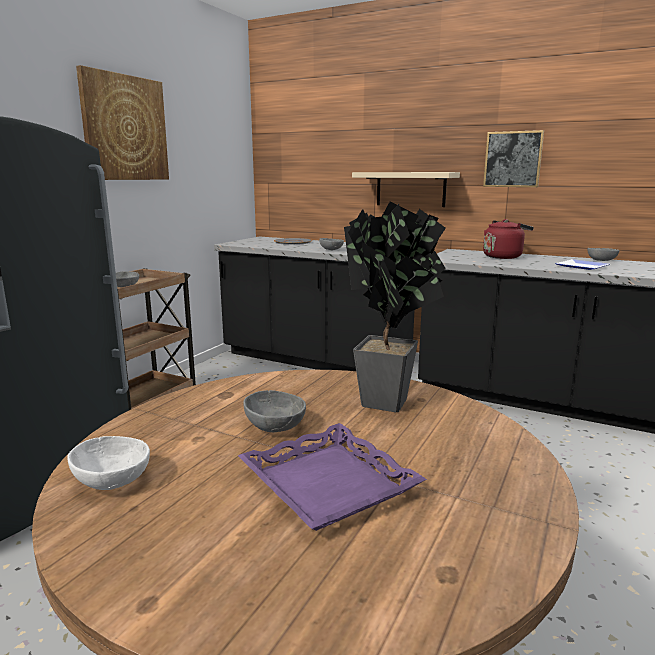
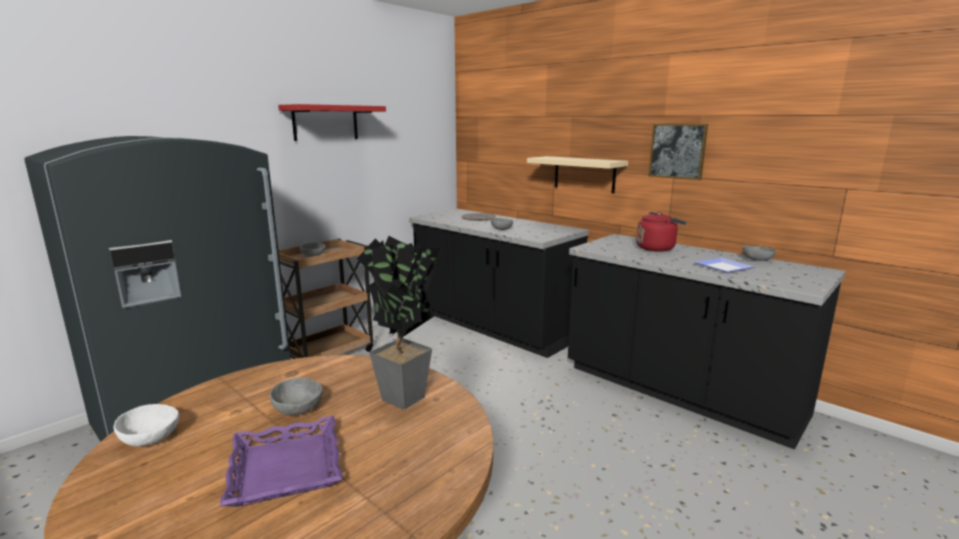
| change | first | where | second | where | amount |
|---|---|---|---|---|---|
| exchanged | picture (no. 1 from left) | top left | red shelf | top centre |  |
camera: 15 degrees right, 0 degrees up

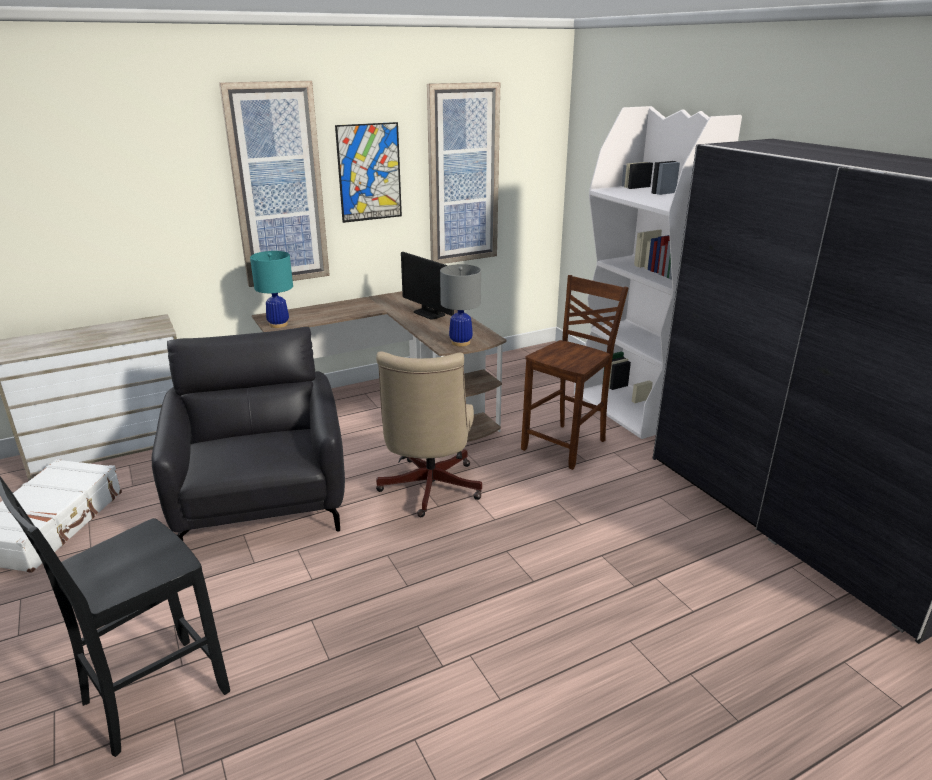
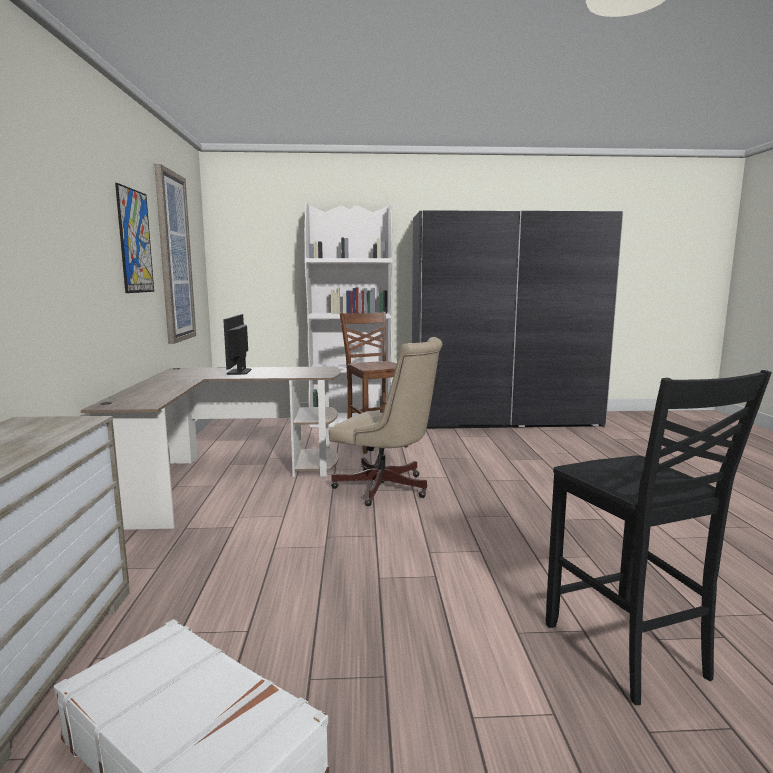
| change | first | where | second | where | amount |
|---|---|---|---|---|---|
| missing | black armchair | middle left |  |  |  |
| missing | picture (no. 1 from left) | top left |  |  |  |
| missing | turquoise table lamp | middle left |  |  |  |
| missing | grey table lamp | centre |  |  |  |
| spun | monitor | centre |  | middle left | 105 degrees clockwise |
camera: 65 degrees left, 15 degrees down

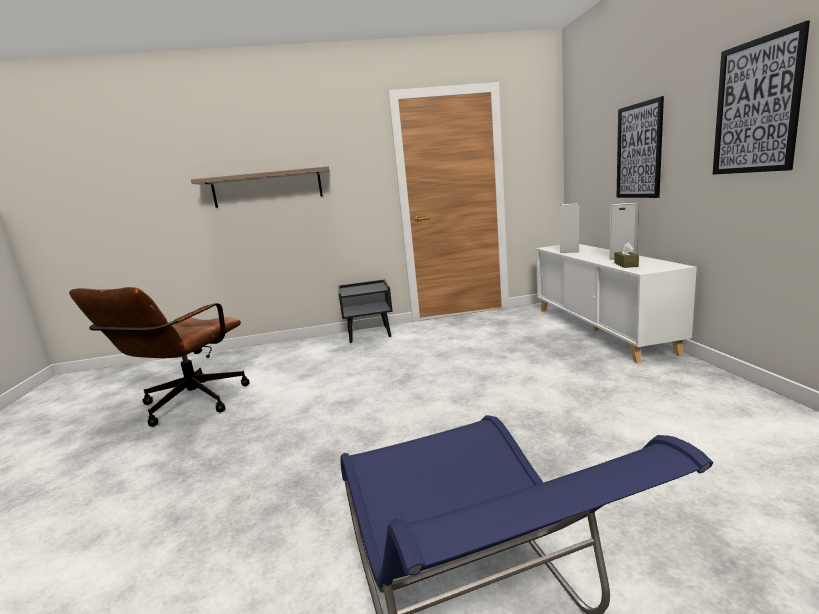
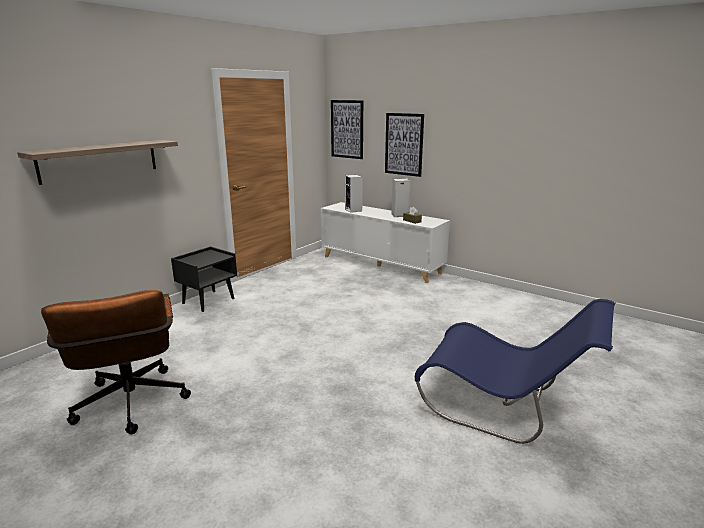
| change | first | where | second | where | amount |
|---|---|---|---|---|---|
| relocated | picture (no. 2 from left in the first image) | top right | picture (no. 1 from left) | top centre |  |
camera: 45 degrees left, 5 degrees up

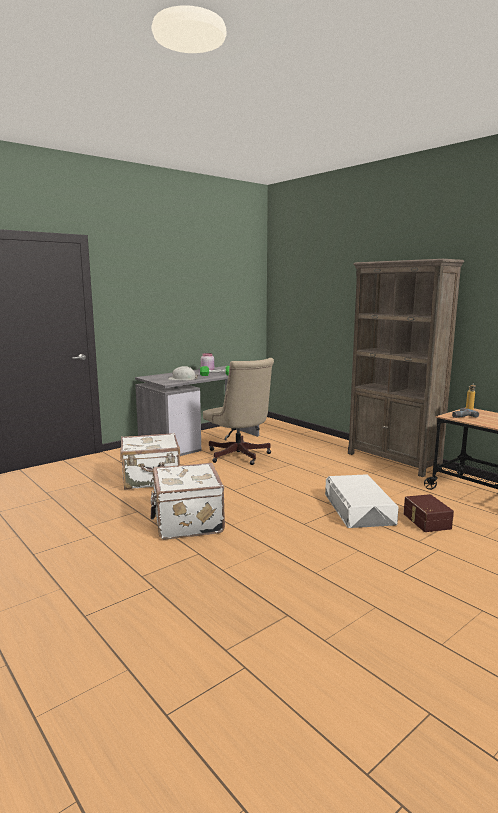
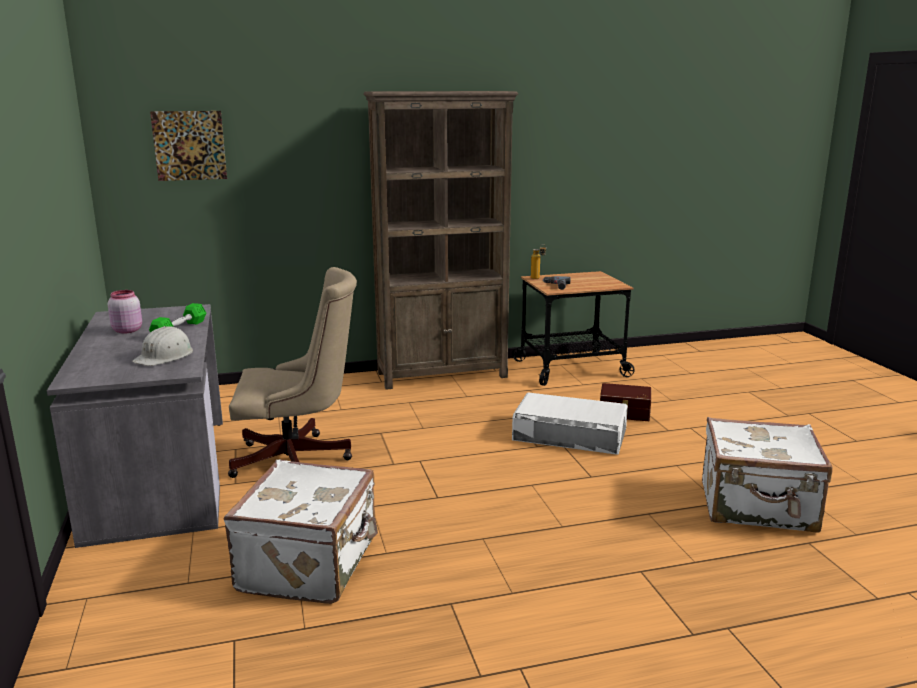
| change | first | where | second | where | amount |
|---|---|---|---|---|---|
| appeared |  |  | picture | top left |  |
| relocated | white suitcase (no. 2 from left) | centre |  | bottom right |  |
camera: 65 degrees left, 5 degrees up

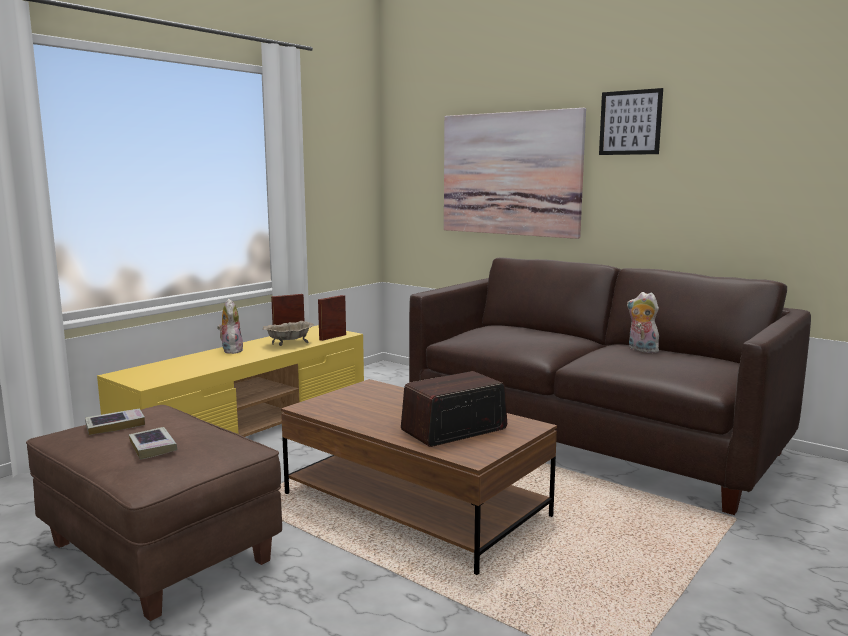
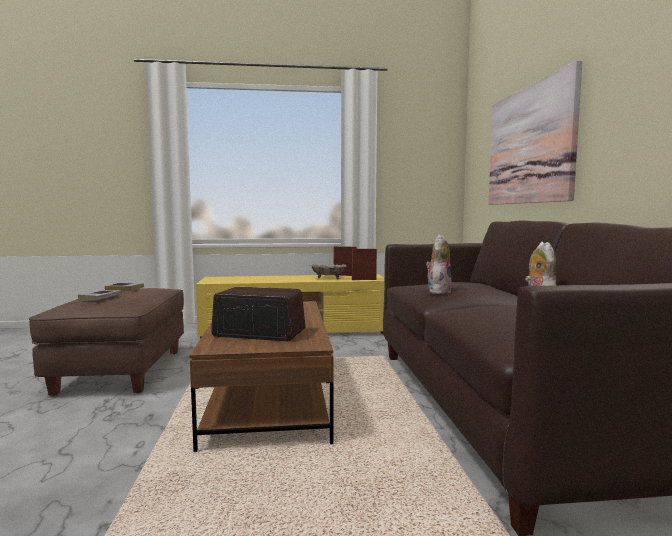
| change | first | where | second | where | amount |
|---|---|---|---|---|---|
| missing | picture (no. 2 from left) | top right |  |  |  |
| relocated | plush toy (no. 1 from left) | middle left |  | centre |  |
camera: 45 degrees right, 5 degrees down

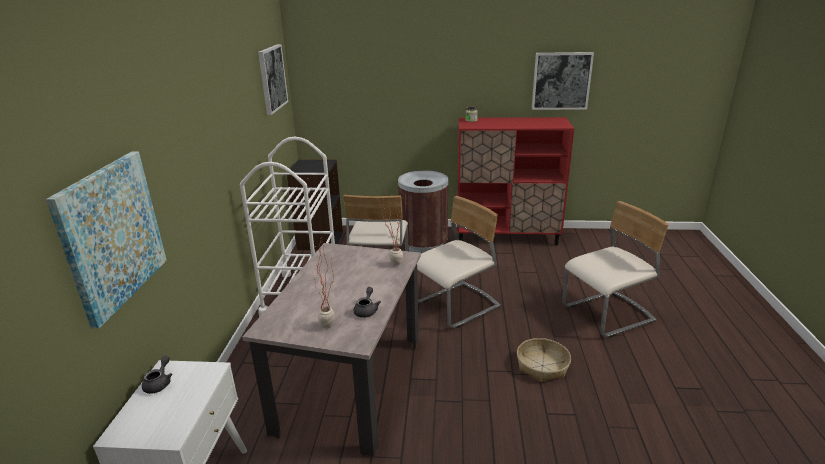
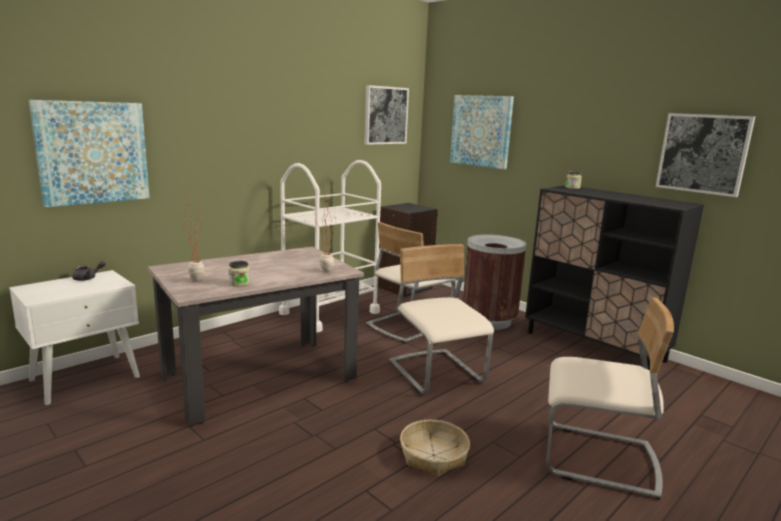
| change | first | where | second | where | amount |
|---|---|---|---|---|---|
| appeared |  |  | picture (no. 3 from left) | top centre |  |
| exchanged | grey teapot (no. 2 from left) | centre | jar (no. 1 from left) | middle left |  |
| colour | red cabinet | centre | black cabinet | middle right |  |
| spun | beige chair (no. 2 from left) | centre |  | centre | 120 degrees counterclockwise |
camera: 40 degrees right, 10 degrees down

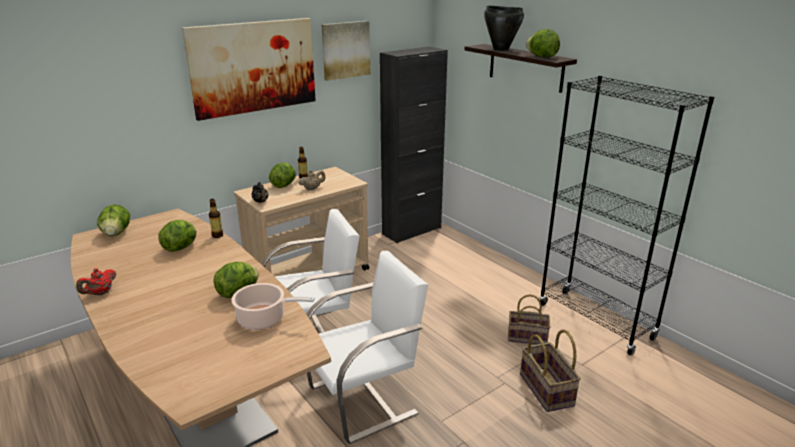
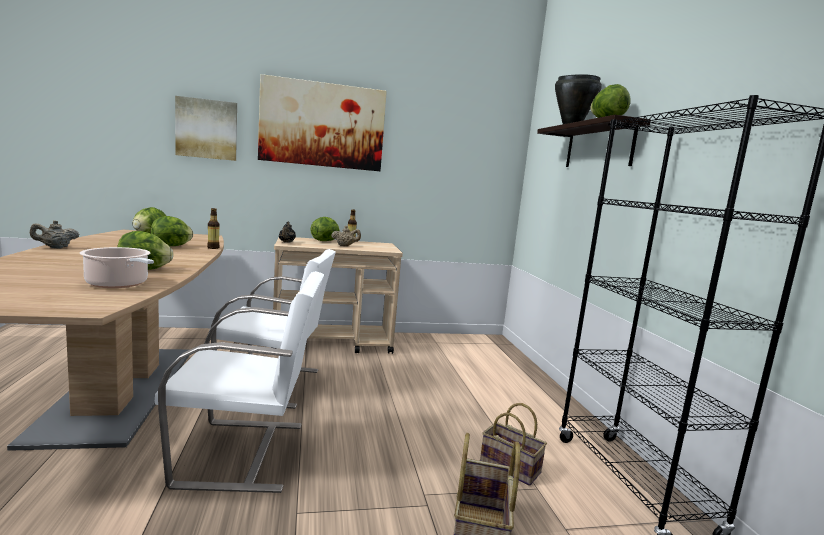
| change | first | where | second | where | amount |
|---|---|---|---|---|---|
| missing | black cabinet | top centre |  |  |  |
| relocated | picture (no. 2 from left in the first image) | top centre | picture (no. 1 from left) | top left |  |
| colour | red teapot | middle left | beige teapot (no. 1 from left) | middle left |  |
camera: 25 degrees right, 15 degrees down

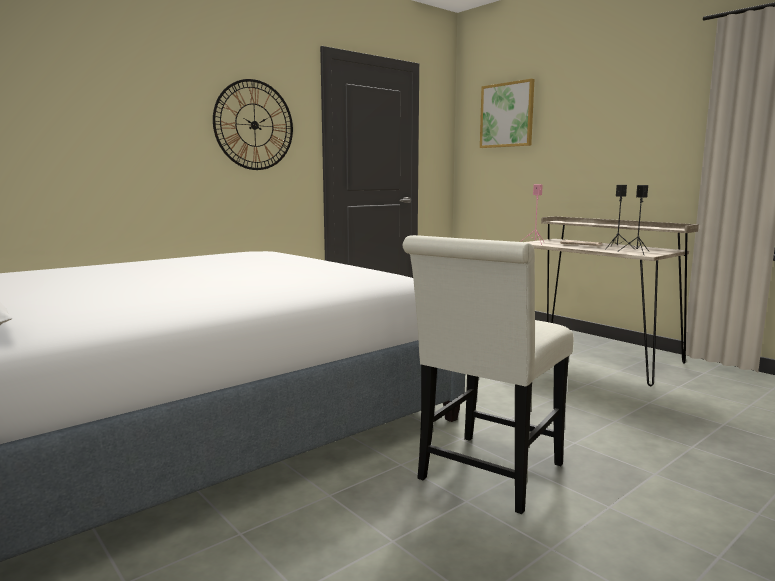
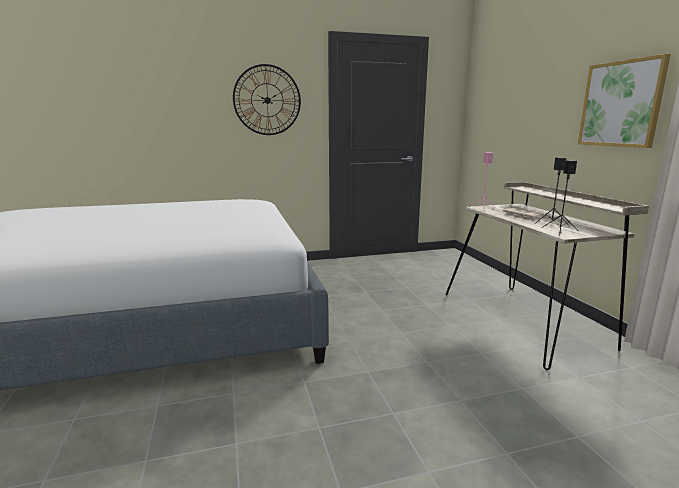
| change | first | where | second | where | amount |
|---|---|---|---|---|---|
| missing | white chair | centre |  |  |  |
| relocated | picture | top centre |  | top right |  |
camera: 25 degrees right, 5 degrees up

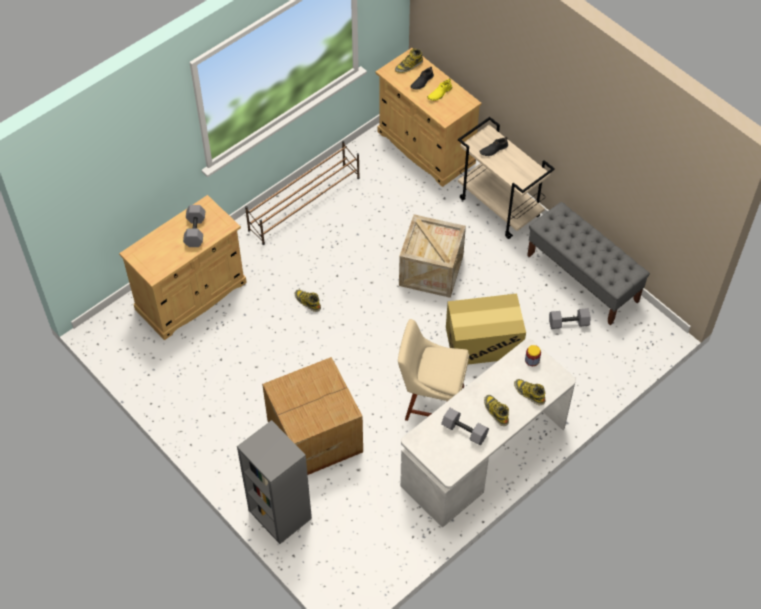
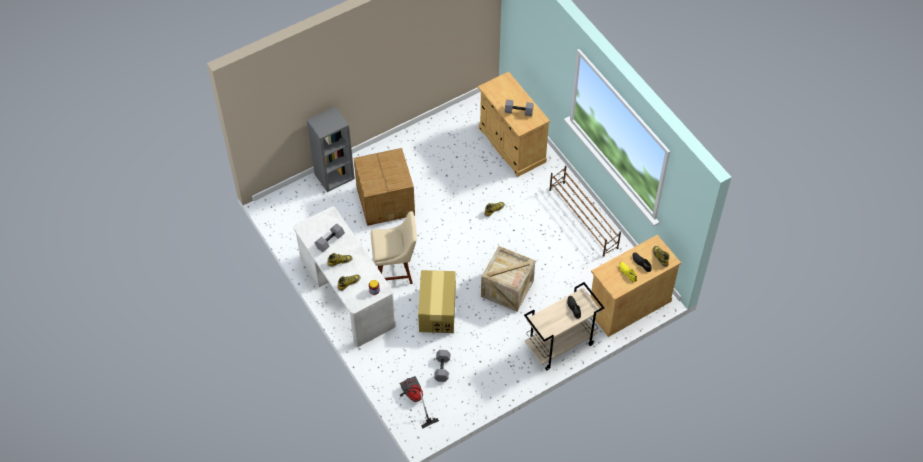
| change | first | where | second | where | amount |
|---|---|---|---|---|---|
| missing | grey bench | middle right |  |  |  |
| appeared |  |  | vacuum cleaner | bottom centre |  |
| spun | beige chair | centre |  | centre | 60 degrees clockwise |
camera: 100 degrees right, 0 degrees up

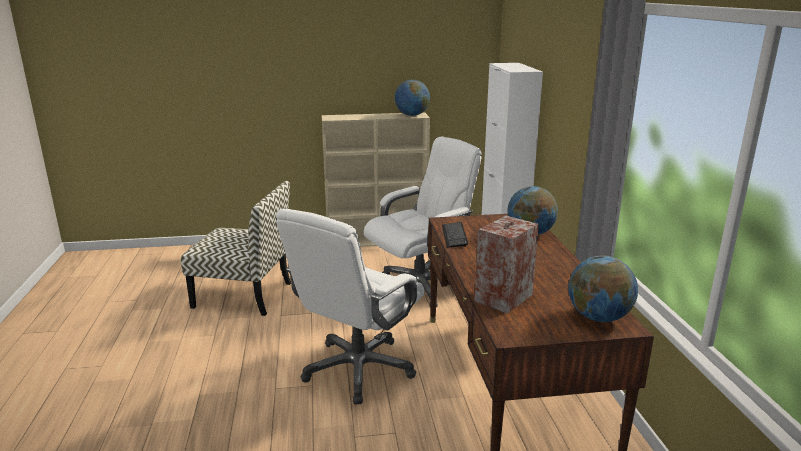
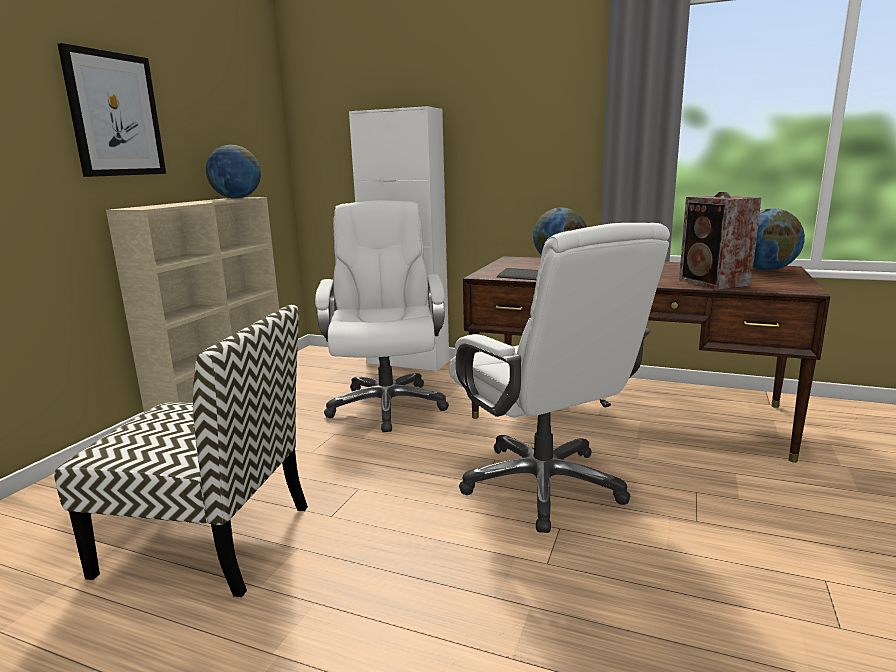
| change | first | where | second | where | amount |
|---|---|---|---|---|---|
| appeared |  |  | picture | top left |  |
| spun | chair | middle left |  | bottom left | 60 degrees clockwise |
camera: 60 degrees left, 5 degrees down

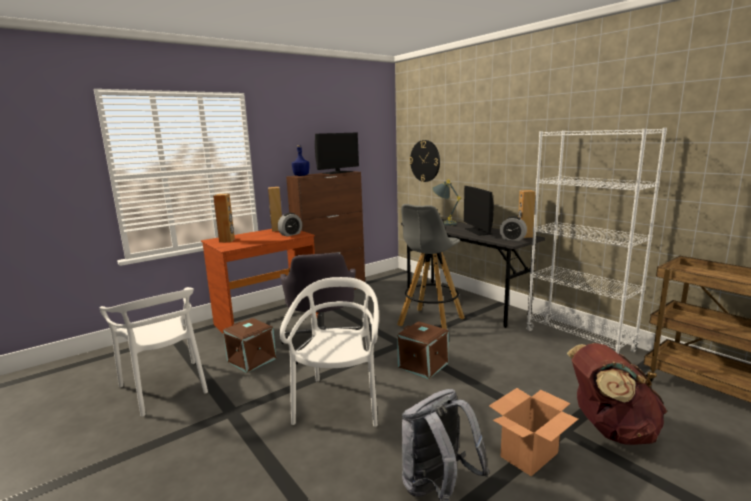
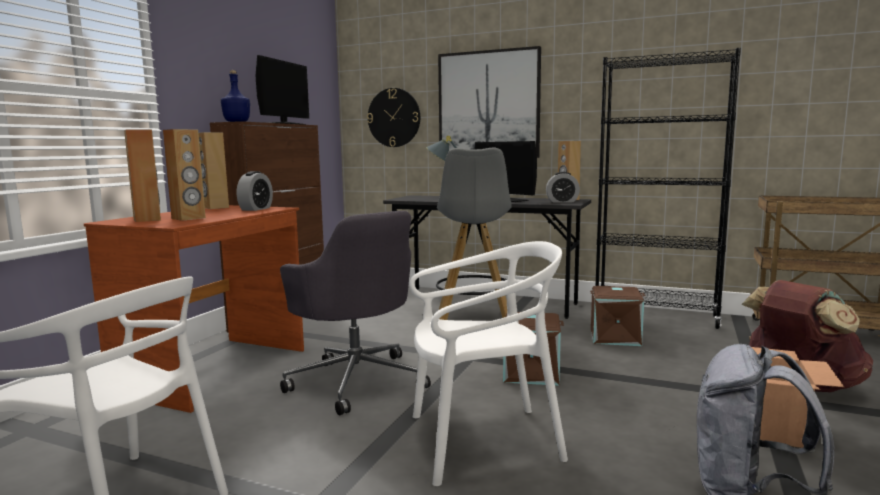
| change | first | where | second | where | amount |
|---|---|---|---|---|---|
| appeared |  |  | brown speaker (no. 2 from left) | middle left |  |
| appeared |  |  | picture | top centre |  |
| relocated | brown storage box (no. 1 from left in the first image) | bottom left | brown storage box (no. 2 from left) | middle right |  |
| colour | white bookcase | middle right | black bookcase | middle right |  |
| spun | white chair (no. 2 from left) | bottom centre |  | bottom centre | 105 degrees clockwise |
camera: 30 degrees left, 5 degrees down

